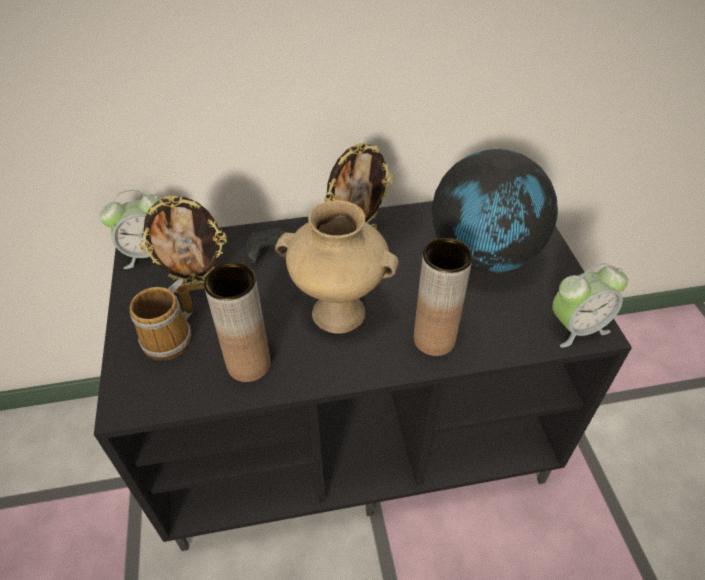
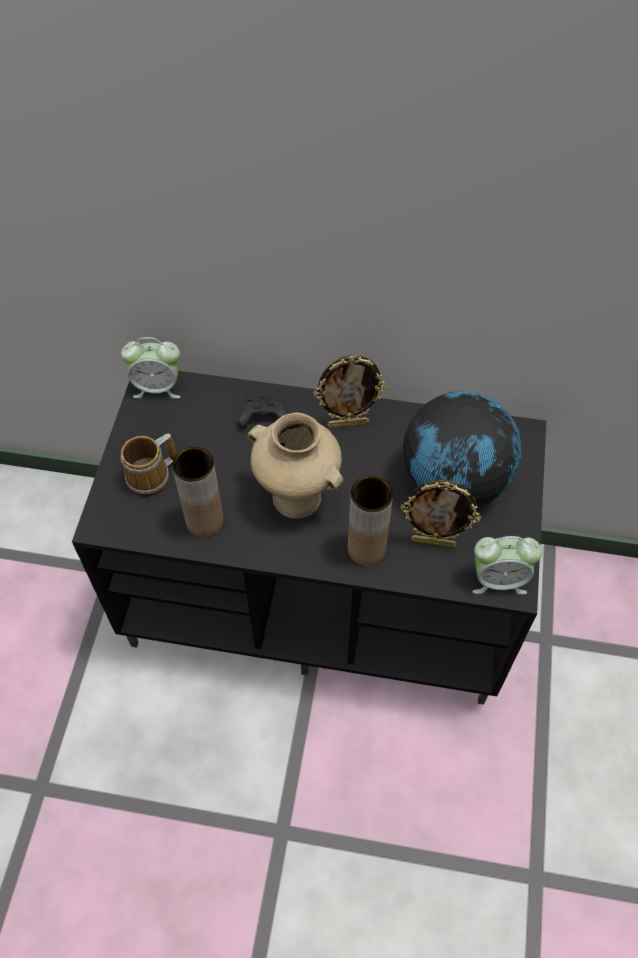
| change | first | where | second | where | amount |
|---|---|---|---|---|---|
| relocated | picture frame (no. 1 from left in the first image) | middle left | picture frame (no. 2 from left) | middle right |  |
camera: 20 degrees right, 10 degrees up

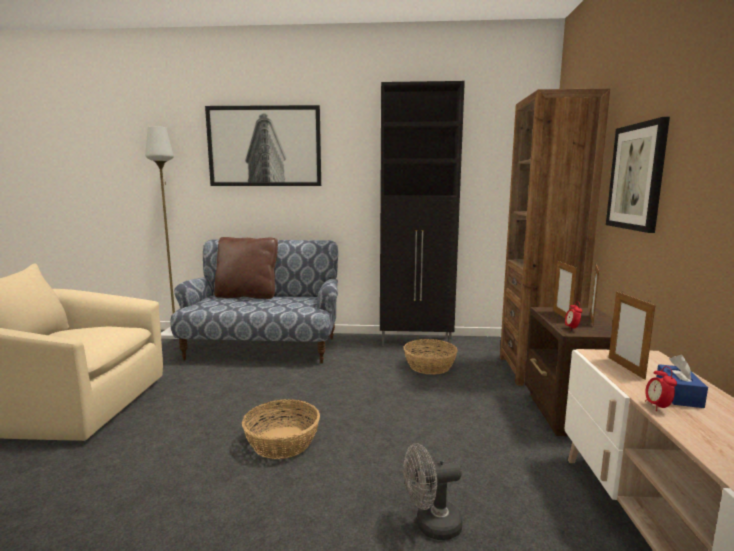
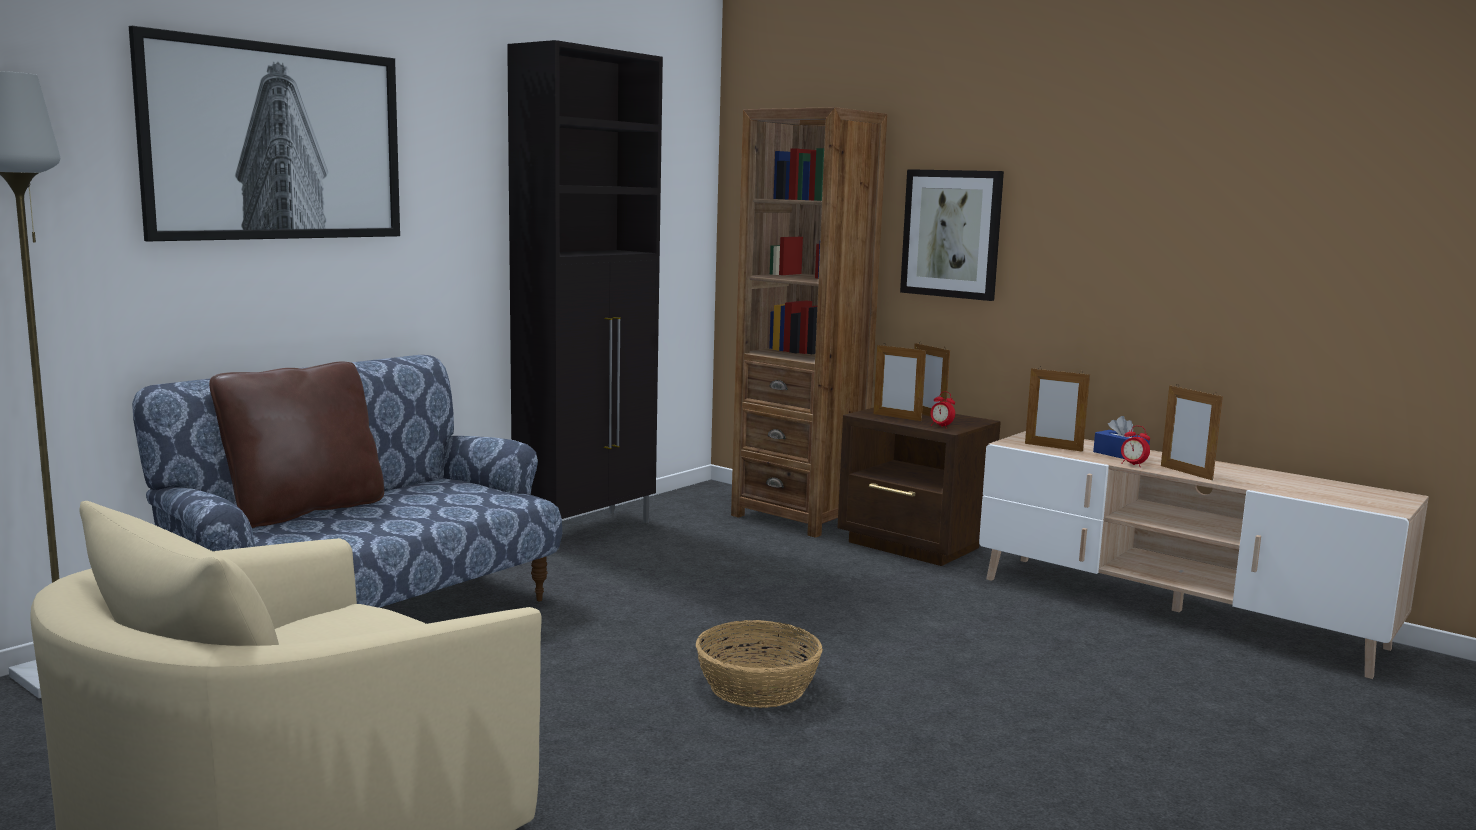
| change | first | where | second | where | amount |
|---|---|---|---|---|---|
| missing | grey fan | bottom centre |  |  |  |
| missing | basket (no. 2 from left) | centre |  |  |  |
| appeared |  |  | picture frame (no. 4 from left) | middle right |  |
camera: 55 degrees left, 0 degrees up

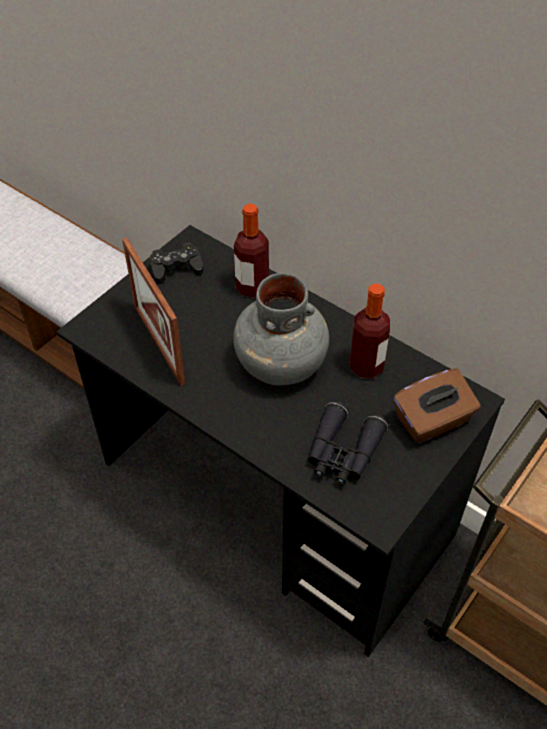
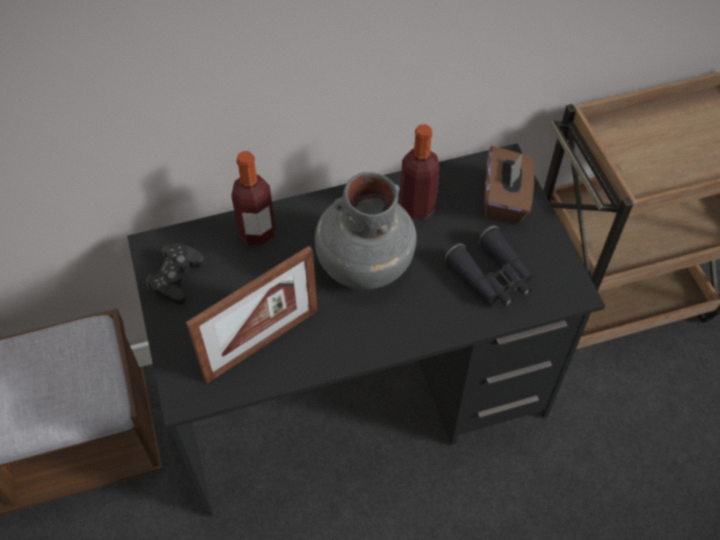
| change | first | where | second | where | amount |
|---|---|---|---|---|---|
| spun | picture frame | middle left |  | centre | 45 degrees counterclockwise |
camera: 55 degrees left, 5 degrees up

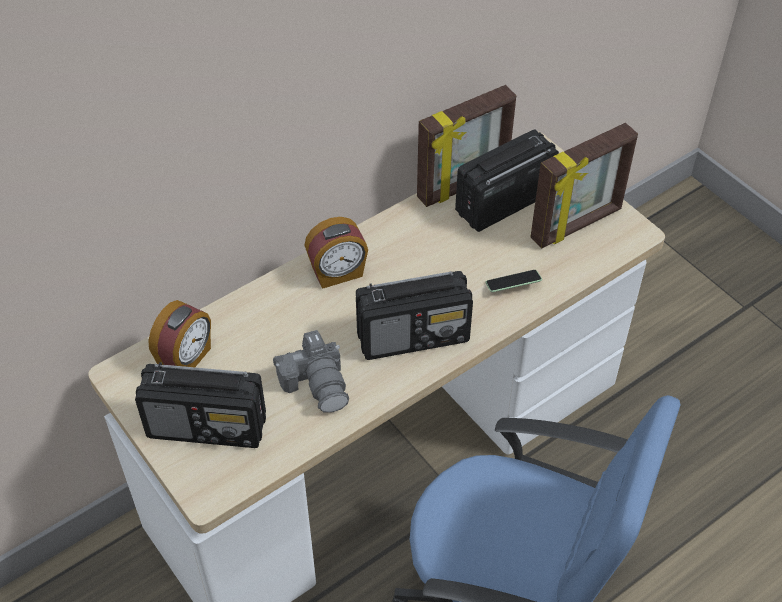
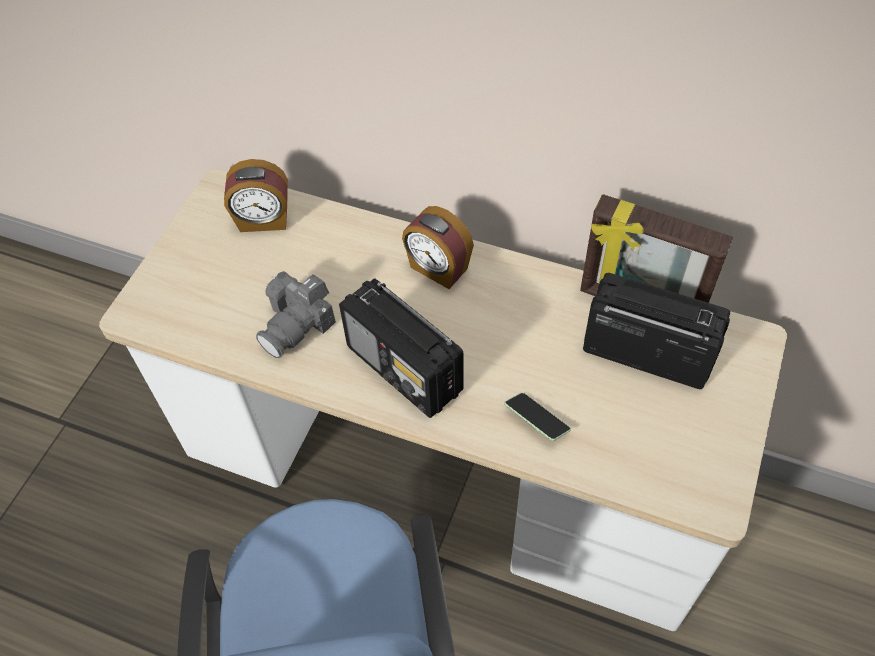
| change | first | where | second | where | amount |
|---|---|---|---|---|---|
| missing | radio (no. 1 from left) | bottom left |  |  |  |
| missing | picture frame (no. 2 from left) | top right |  |  |  |
camera: 60 degrees right, 5 degrees up

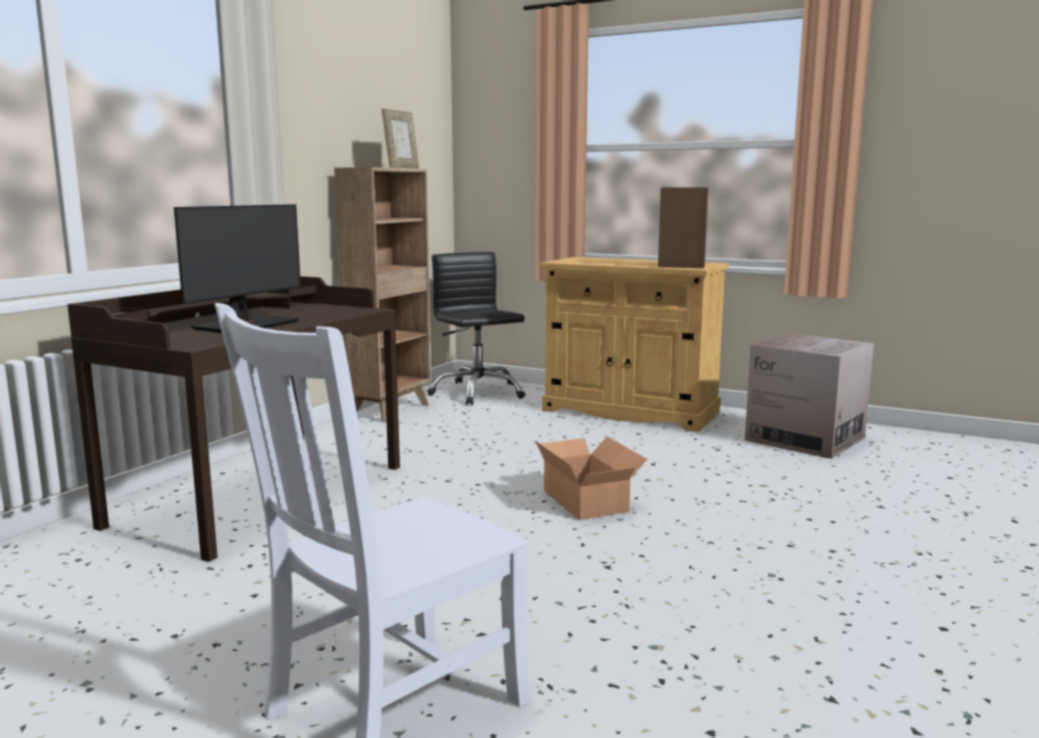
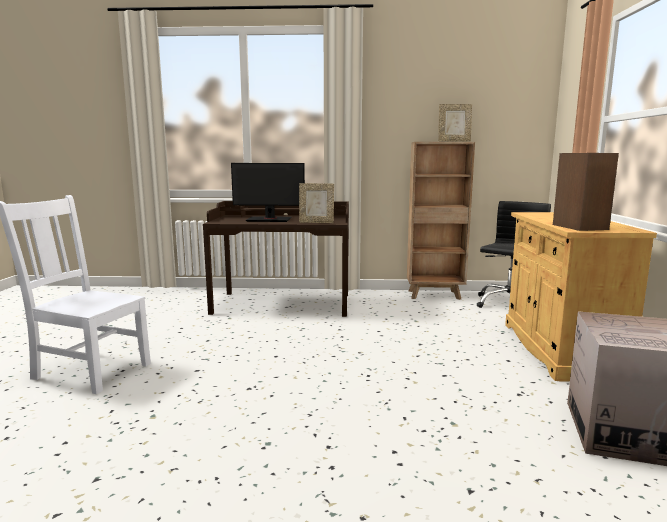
| change | first | where | second | where | amount |
|---|---|---|---|---|---|
| missing | cardboard box (no. 1 from left) | centre |  |  |  |
| appeared |  |  | picture frame (no. 1 from left) | centre |  |
camera: 65 degrees right, 0 degrees up

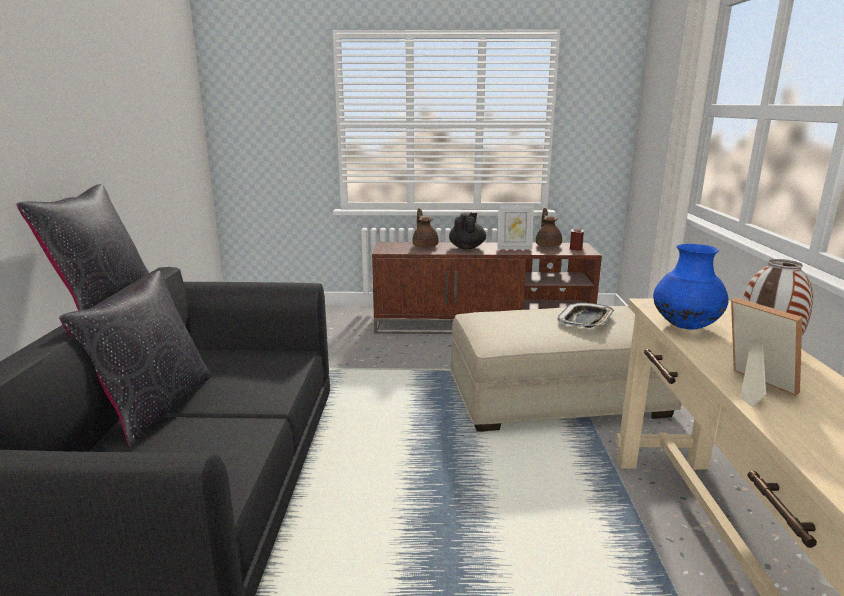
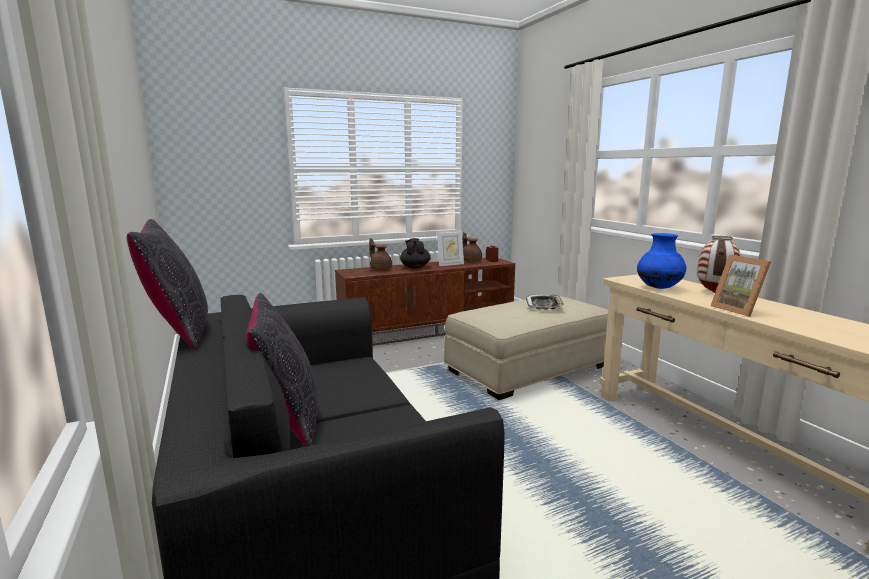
| change | first | where | second | where | amount |
|---|---|---|---|---|---|
| spun | picture frame (no. 2 from left) | middle right |  | middle right | 150 degrees counterclockwise |
camera: 25 degrees left, 5 degrees down

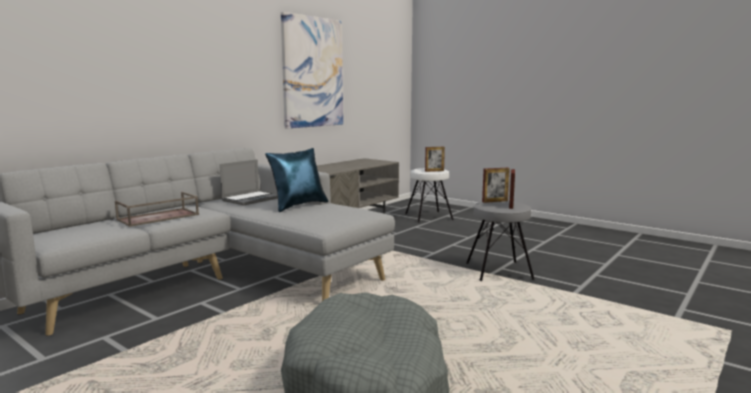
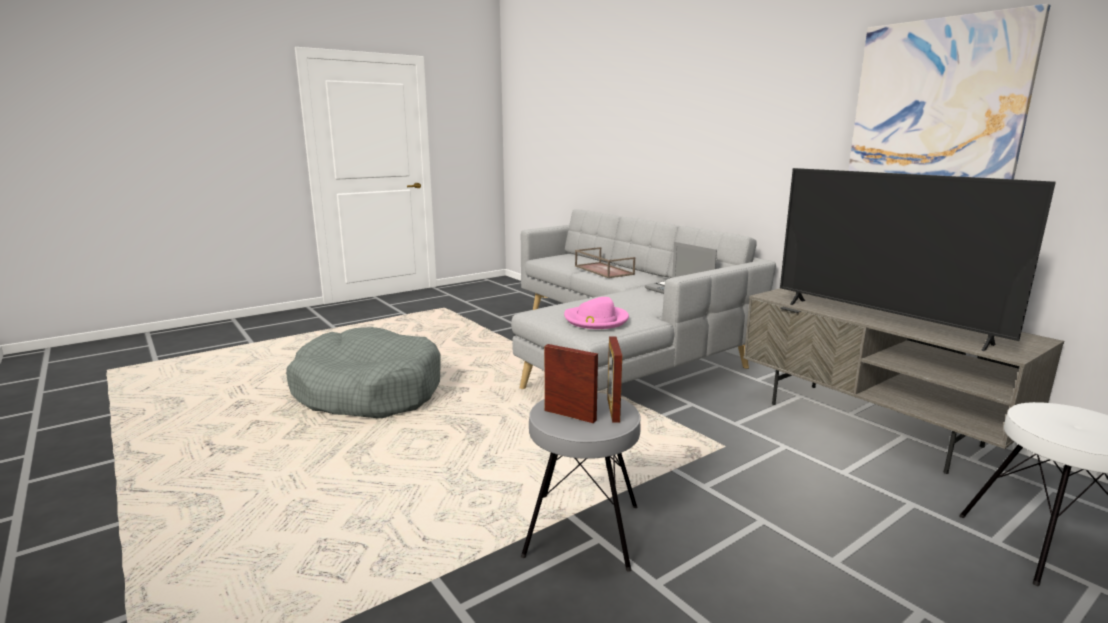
| change | first | where | second | where | amount |
|---|---|---|---|---|---|
| missing | blue pillow | centre |  |  |  |
| missing | picture frame (no. 1 from left) | centre |  |  |  |
| appeared |  |  | pink hat | centre |  |
| appeared |  |  | television | middle right |  |
camera: 105 degrees right, 5 degrees up

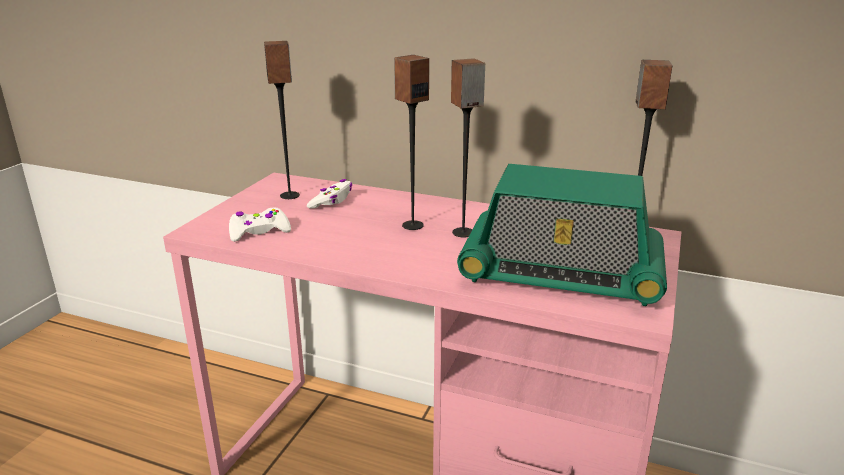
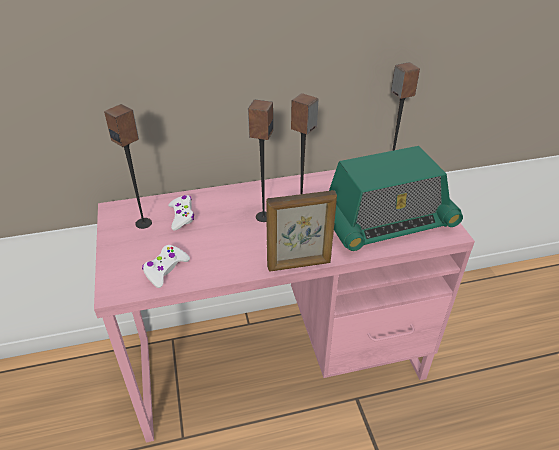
| change | first | where | second | where | amount |
|---|---|---|---|---|---|
| appeared |  |  | picture frame | centre |  |
camera: 35 degrees left, 15 degrees up

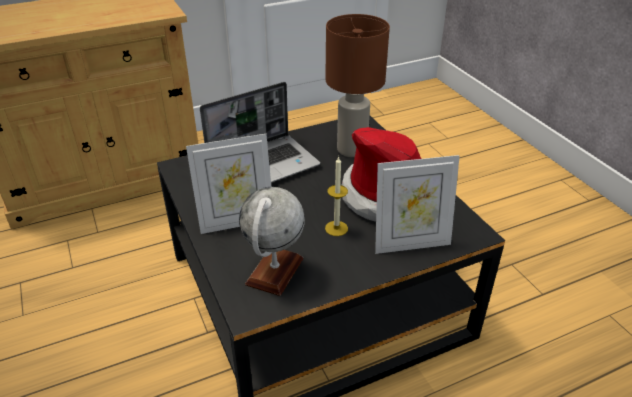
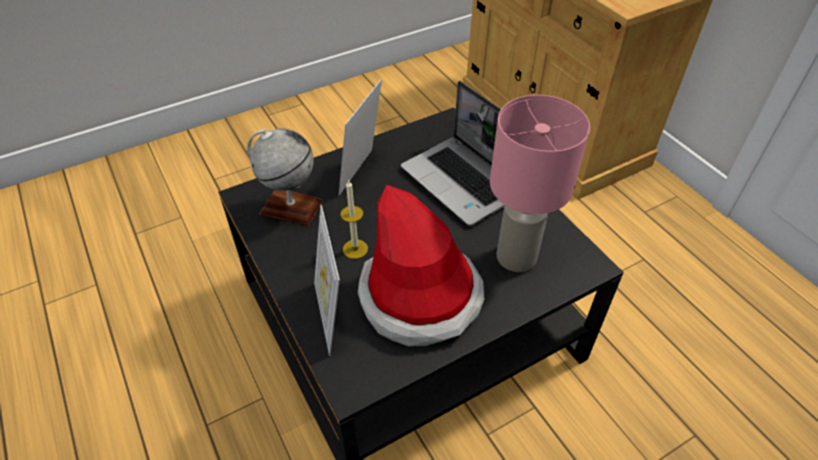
| change | first | where | second | where | amount |
|---|---|---|---|---|---|
| colour | brown table lamp | top centre | pink table lamp | centre |  |
| spun | picture frame (no. 1 from left in the first image) | centre | picture frame (no. 2 from left) | top centre | 45 degrees clockwise |
camera: 85 degrees right, 10 degrees up

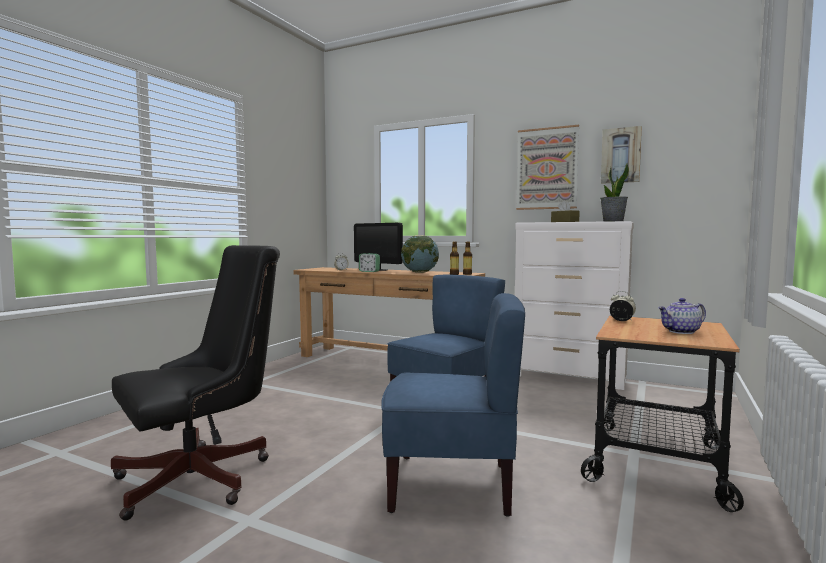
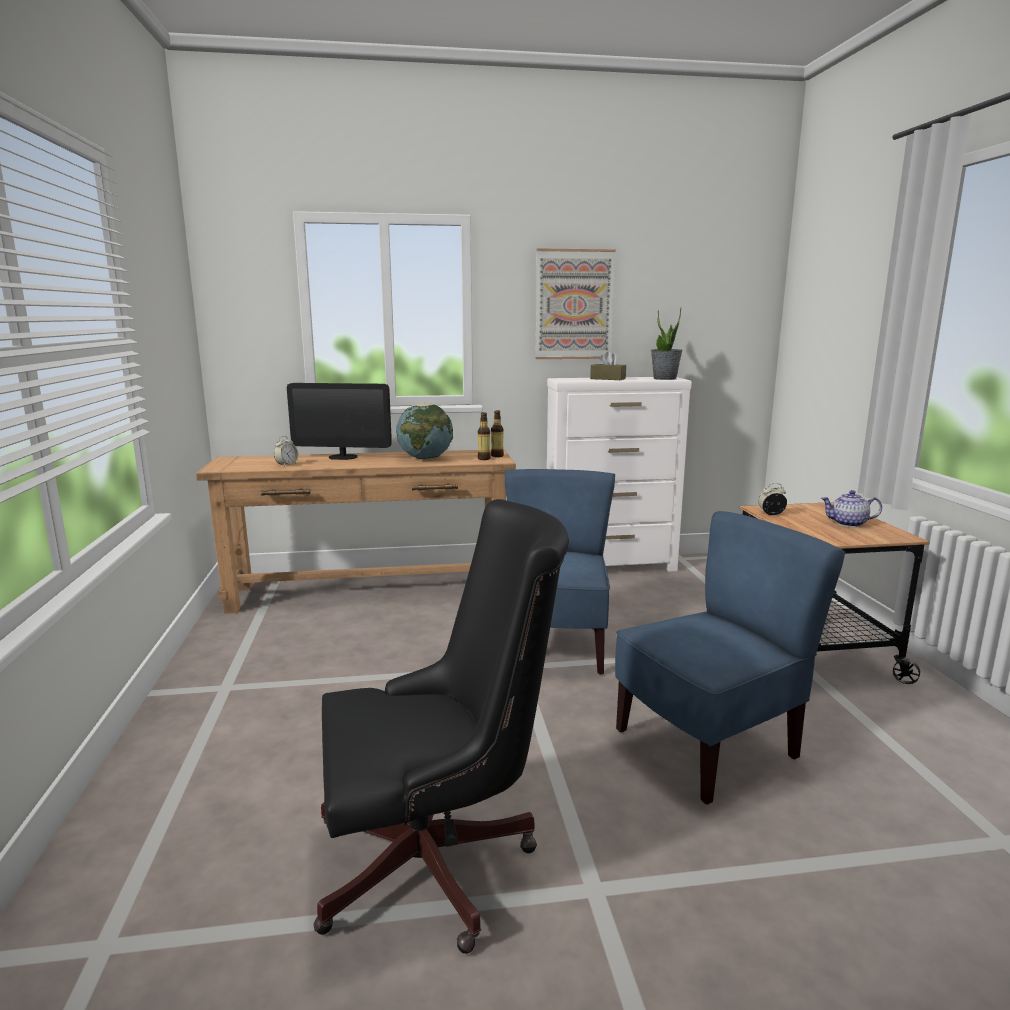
| change | first | where | second | where | amount |
|---|---|---|---|---|---|
| missing | alarm clock (no. 2 from left) | centre |  |  |  |
| missing | picture (no. 2 from left) | top right |  |  |  |
| spun | black office chair | bottom left |  | bottom centre | 60 degrees clockwise |
| spun | teapot | middle right |  | middle right | 60 degrees clockwise |
camera: 35 degrees left, 10 degrees up

